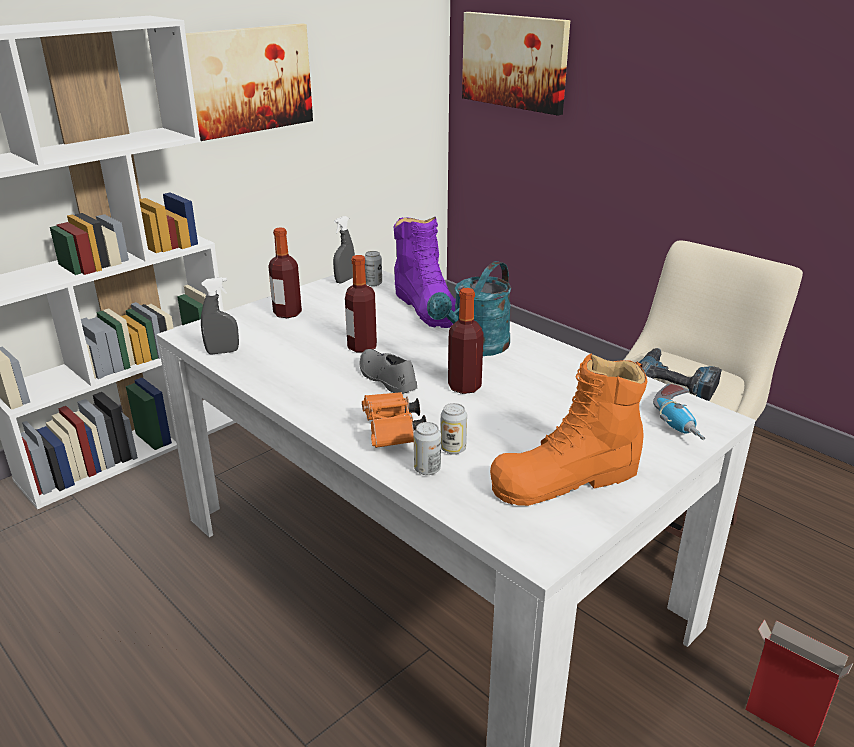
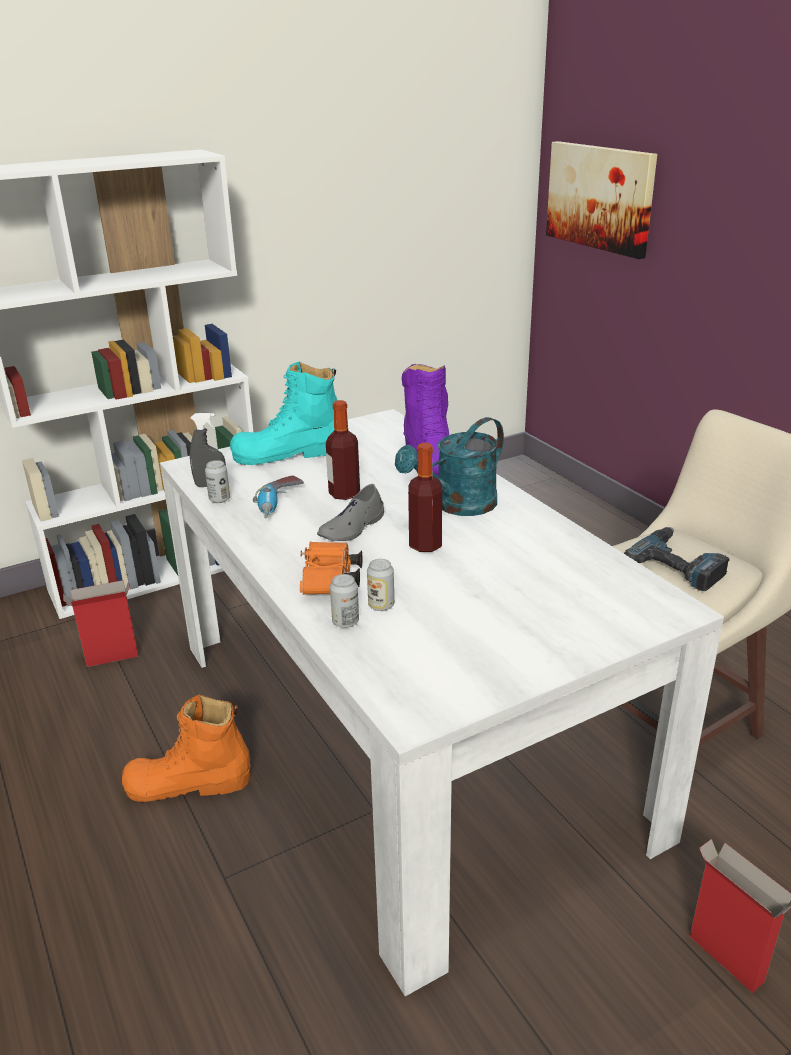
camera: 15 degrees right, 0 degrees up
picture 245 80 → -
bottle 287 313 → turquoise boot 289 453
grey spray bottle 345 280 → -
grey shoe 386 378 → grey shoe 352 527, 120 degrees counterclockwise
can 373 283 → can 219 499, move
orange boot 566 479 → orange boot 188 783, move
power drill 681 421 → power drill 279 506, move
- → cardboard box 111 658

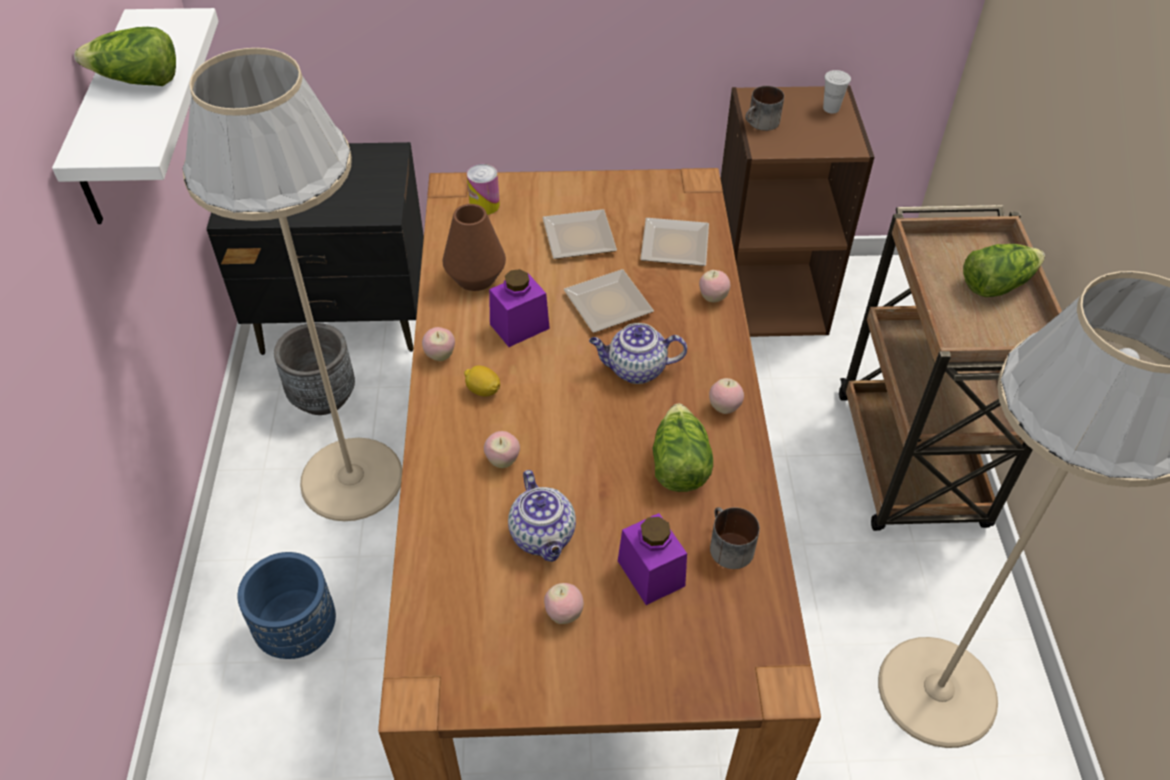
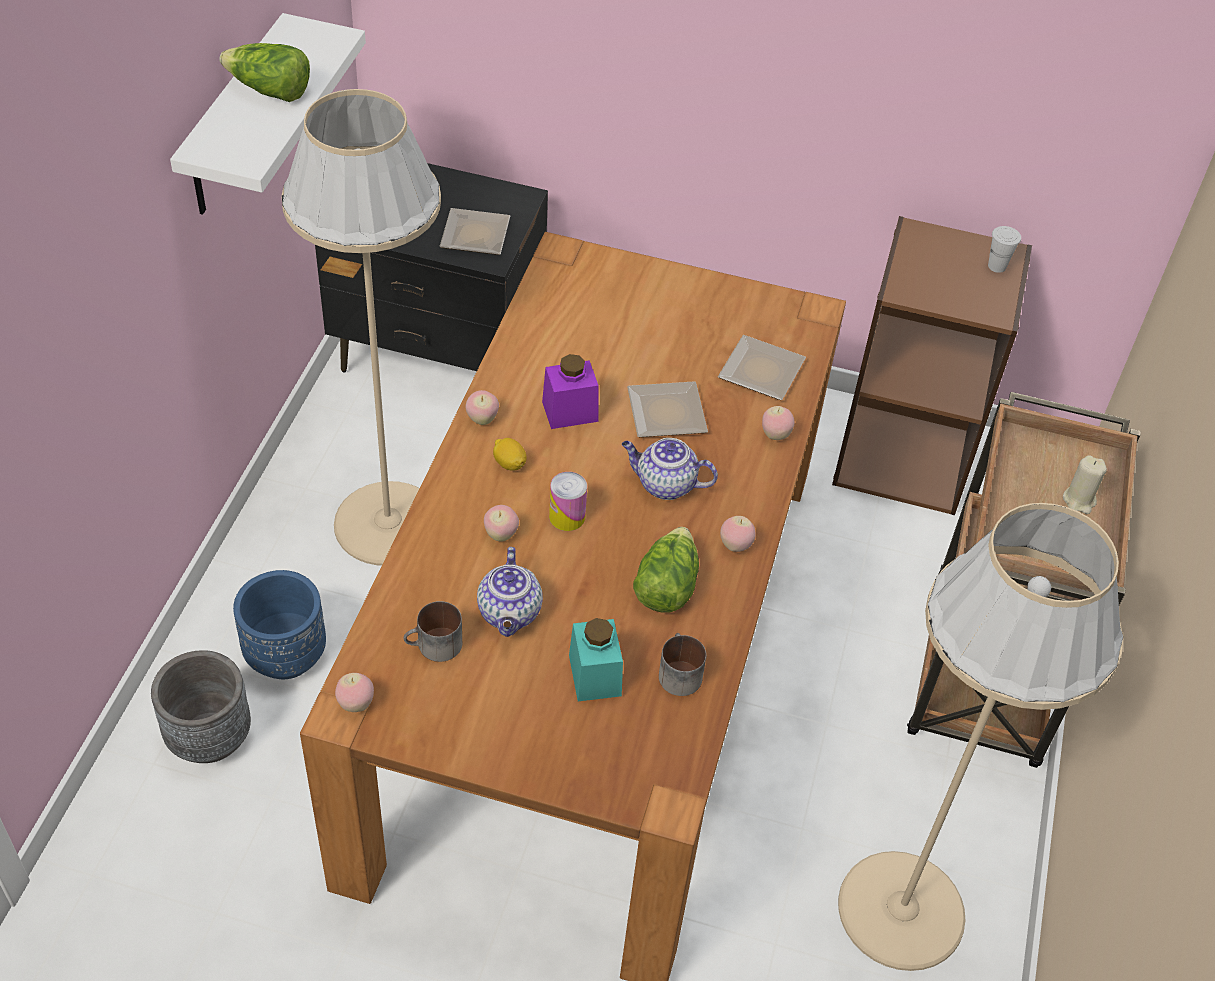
camera: 15 degrees right, 0 degrees up
grey planter 323 397 → grey planter 209 738, move
brown vase 476 277 → -
can 484 205 → can 567 517, move
plate 576 236 → plate 473 233, move
apple 564 614 → apple 356 704, move
purple jar 651 573 → turquoise jar 595 675
mug 761 123 → mug 434 647, move
lettuce 996 284 → beige candle 1079 500

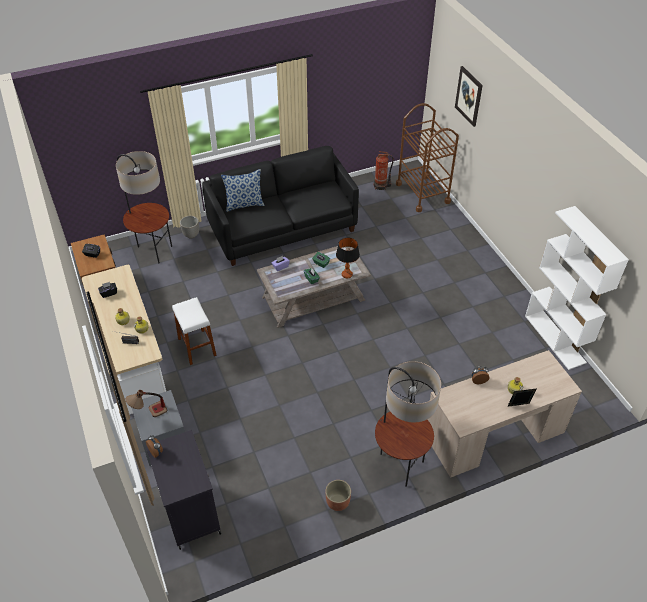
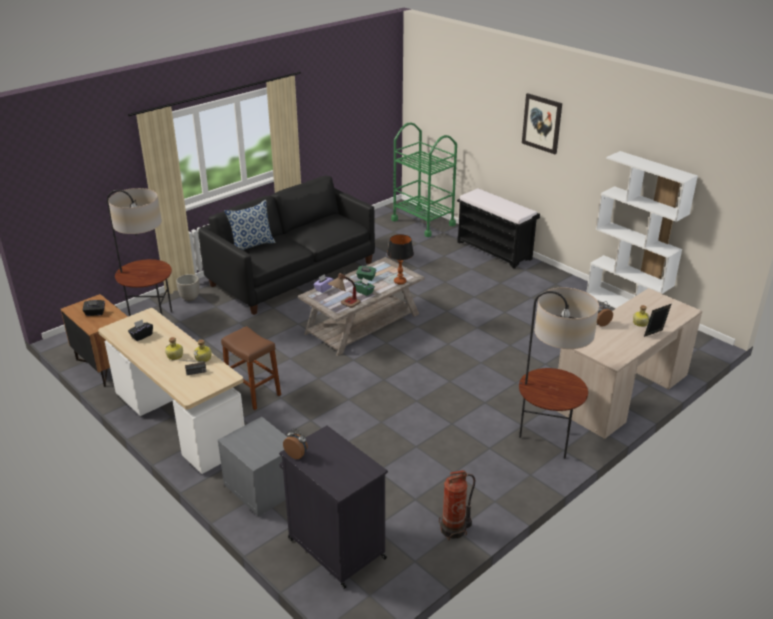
camera: 20 degrees left, 15 degrees down
table lamp 149 413 → table lamp 344 306, move
white stool 197 347 → brown stool 253 392
planter 337 502 → -
fire extinguisher 381 186 → fire extinguisher 454 529, move
brown cart 422 193 → green cart 423 222
picture 469 96 → picture 542 123, move
- → black bench 495 250

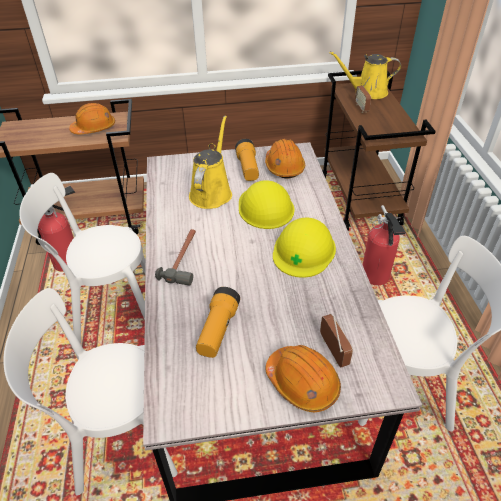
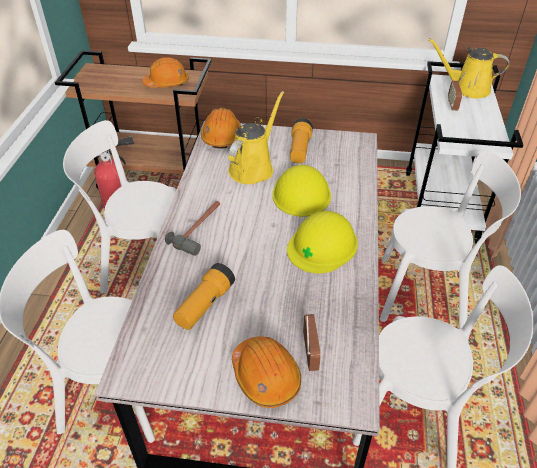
camera: 15 degrees right, 0 degrees up
orange hard hat 284 167 → orange hard hat 222 136, move
brown cart 360 200 → white cart 440 207
fire extinguisher 375 278 → white chair 427 295

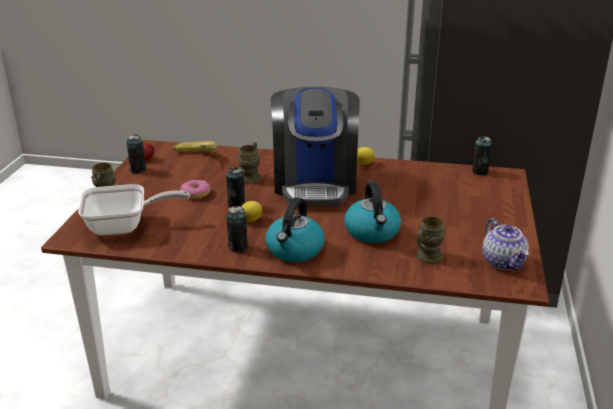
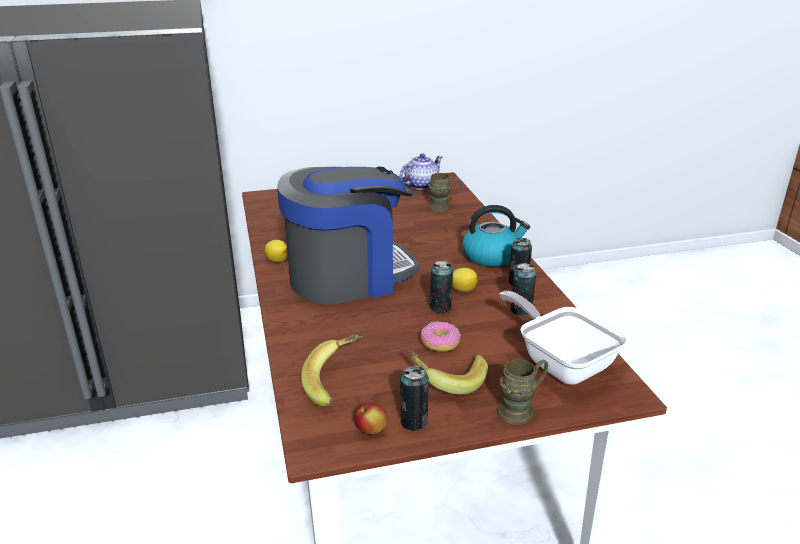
camera: 115 degrees left, 0 degrees up
brown mug 251 176 → -
kettle 372 232 → -
can 479 172 → can 521 310, move
- → banana 447 380

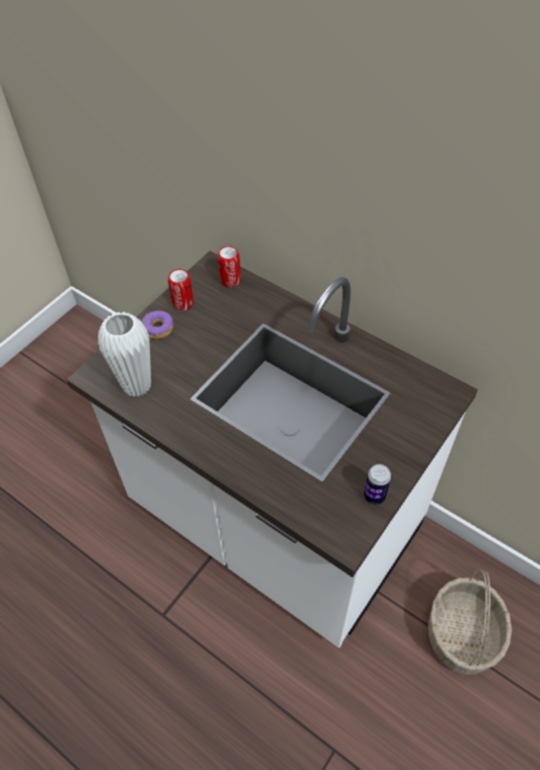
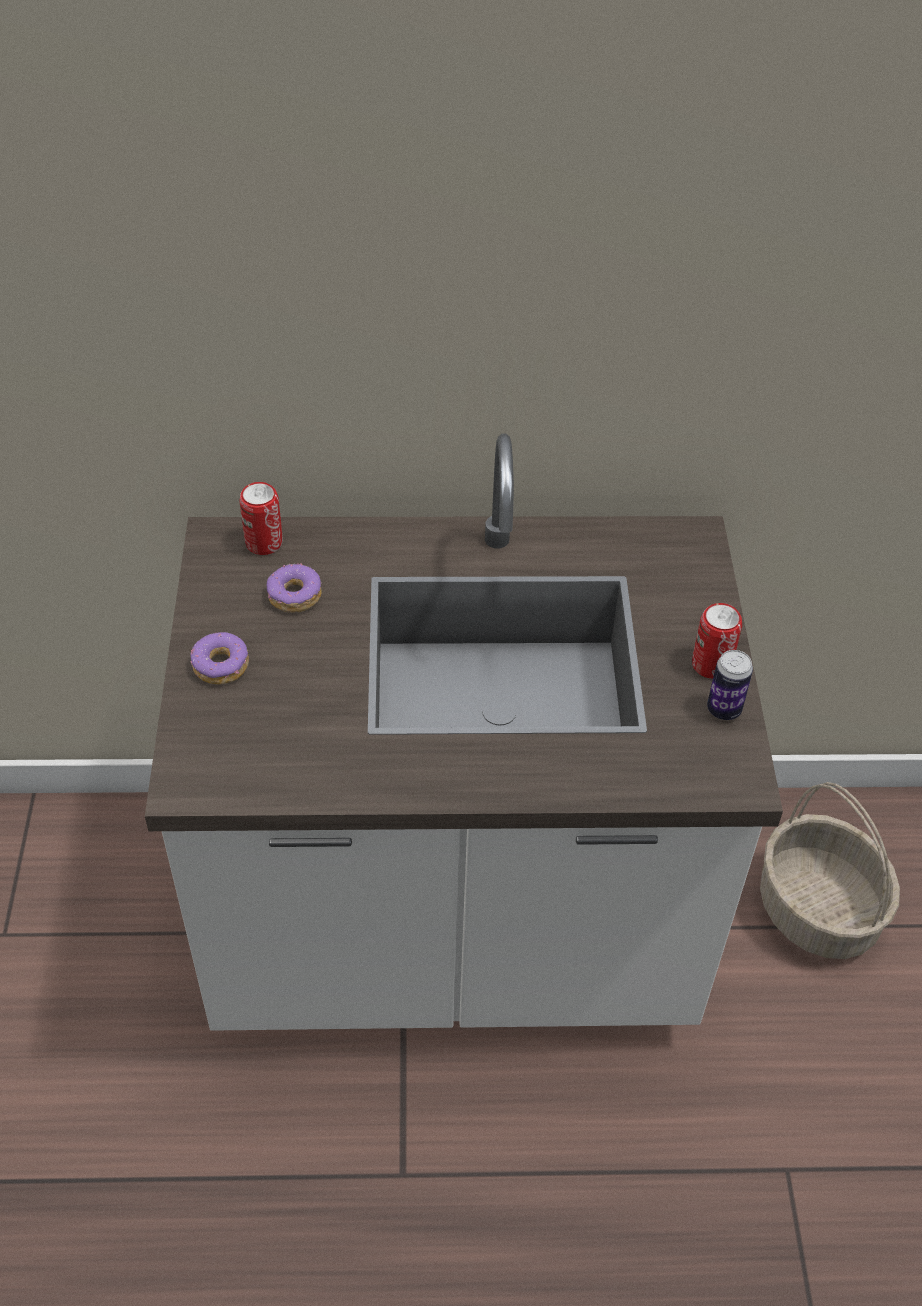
camera: 40 degrees left, 5 degrees down
white vase 137 385 → -
can 183 303 → can 711 664, move
- → donut 294 596

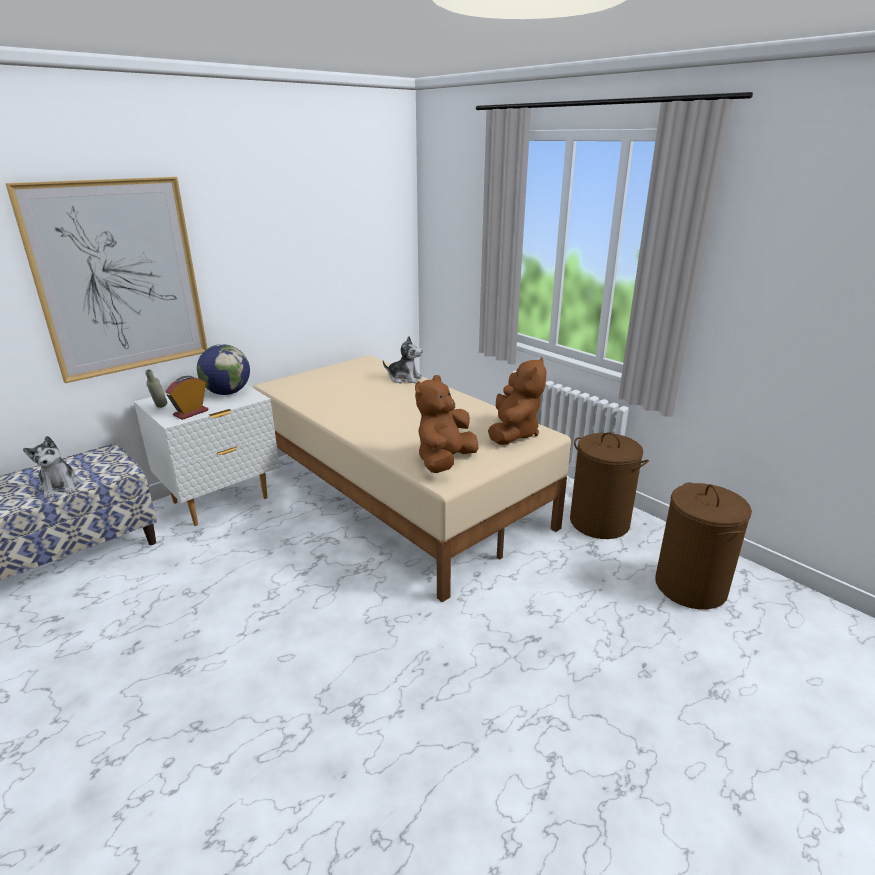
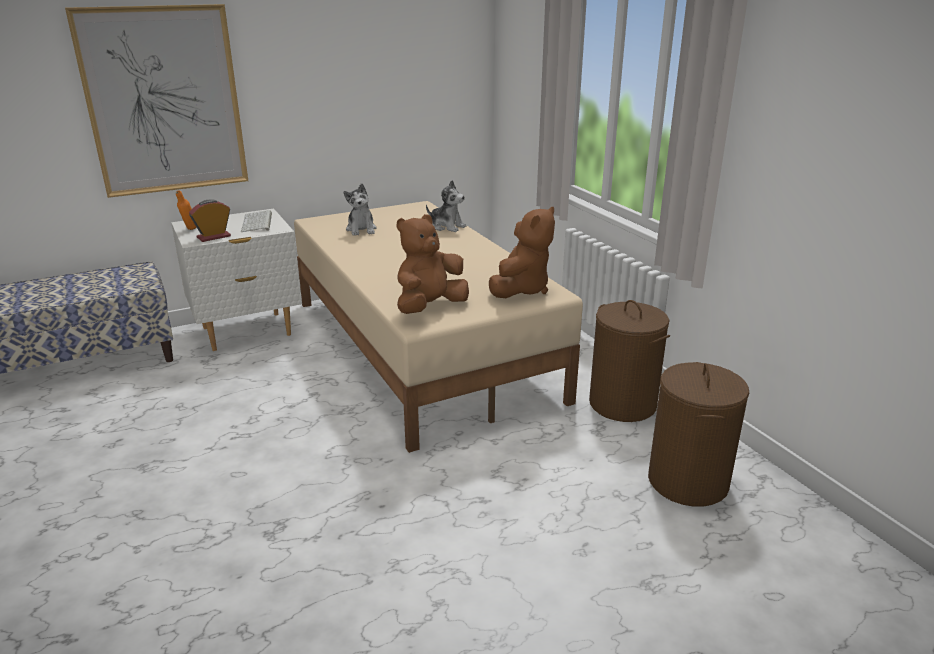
camera: 15 degrees right, 0 degrees up
plush toy 60 486 → plush toy 361 229, move
grey bottle 160 408 → orange bottle 189 230
globe 227 393 → keyboard 258 222

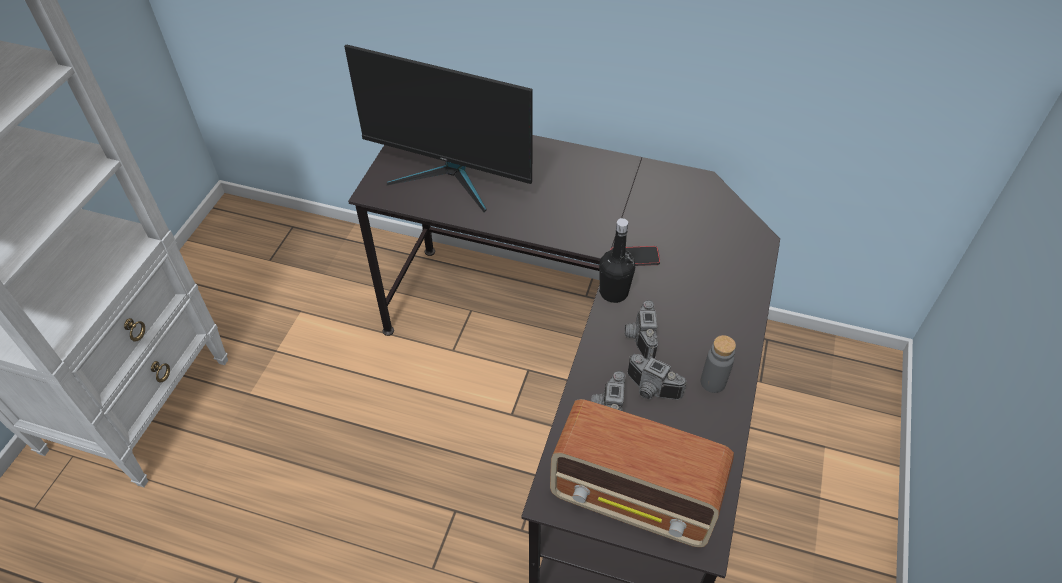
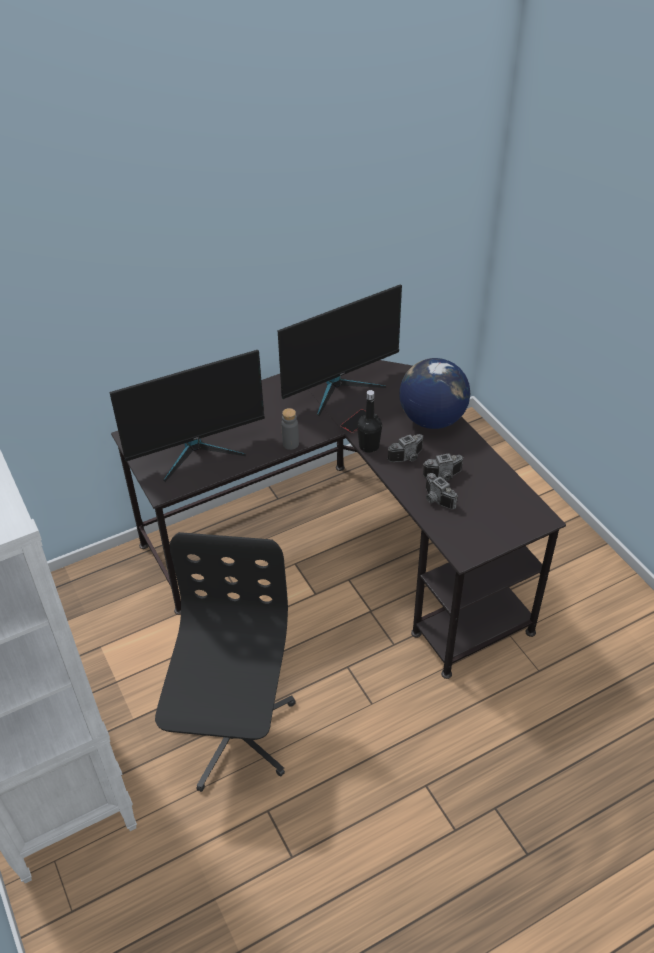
camera: 45 degrees left, 5 degrees down
radio 635 498 → -
photo camera 638 338 → photo camera 408 458, 75 degrees counterclockwise
grey bottle 713 382 → grey bottle 290 444, move
- → black office chair 232 733
- → monitor 340 387
- → globe 432 419

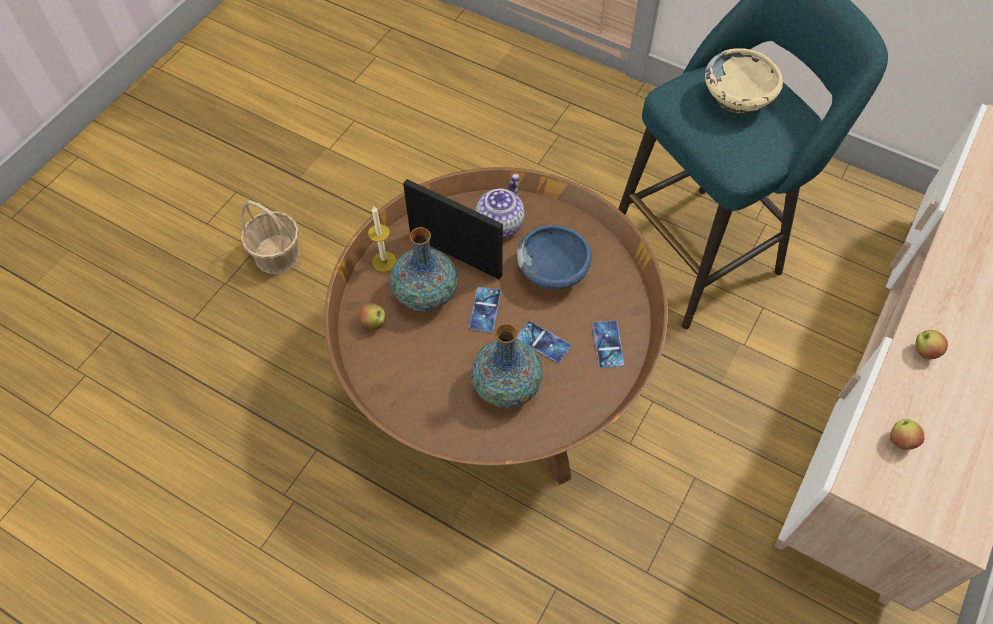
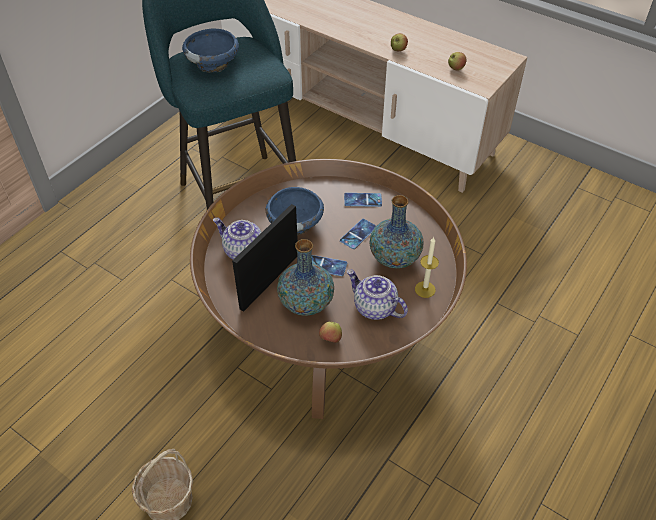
camera: 85 degrees left, 10 degrees down
candle 384 261 → candle 425 289, move
beige bowl 737 98 → blue bowl 213 64
- → teapot 374 308

